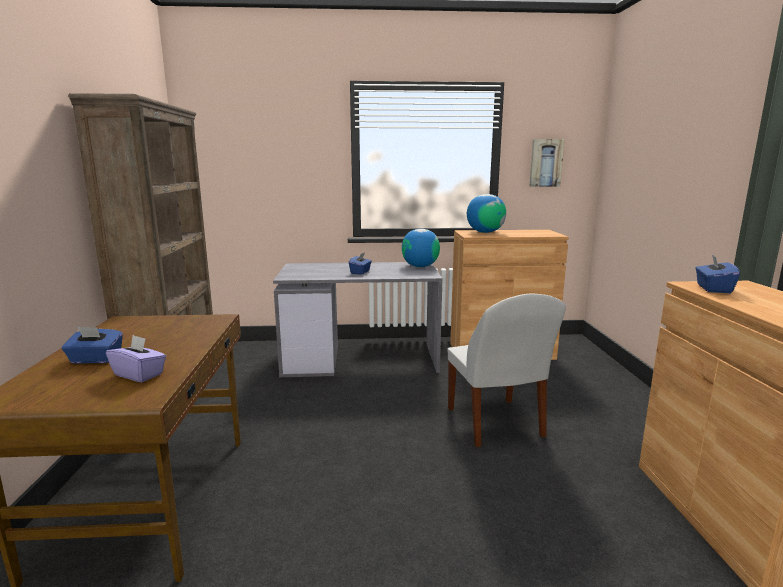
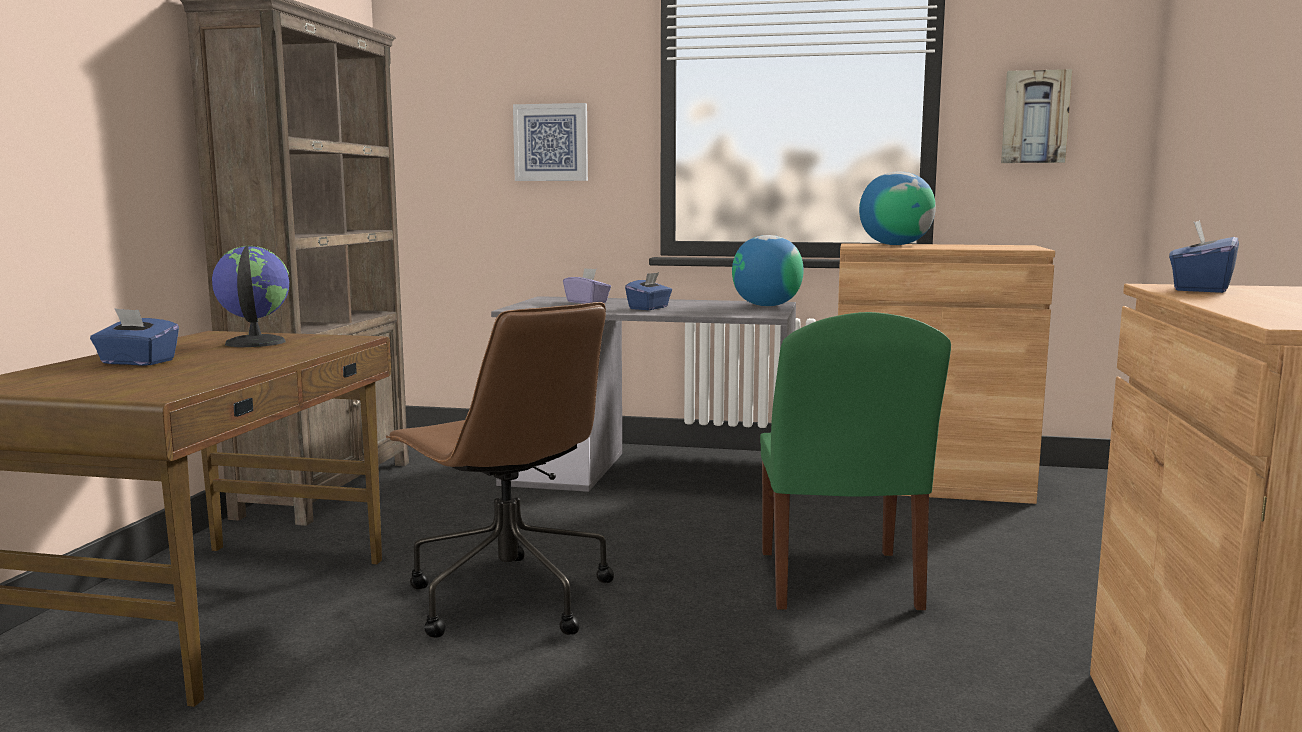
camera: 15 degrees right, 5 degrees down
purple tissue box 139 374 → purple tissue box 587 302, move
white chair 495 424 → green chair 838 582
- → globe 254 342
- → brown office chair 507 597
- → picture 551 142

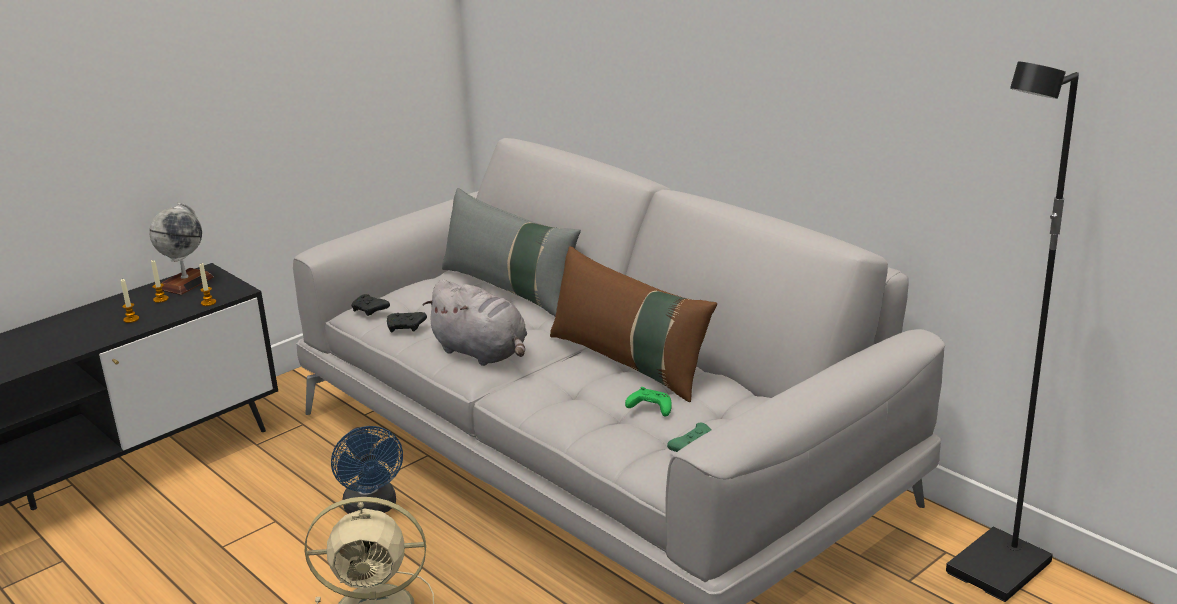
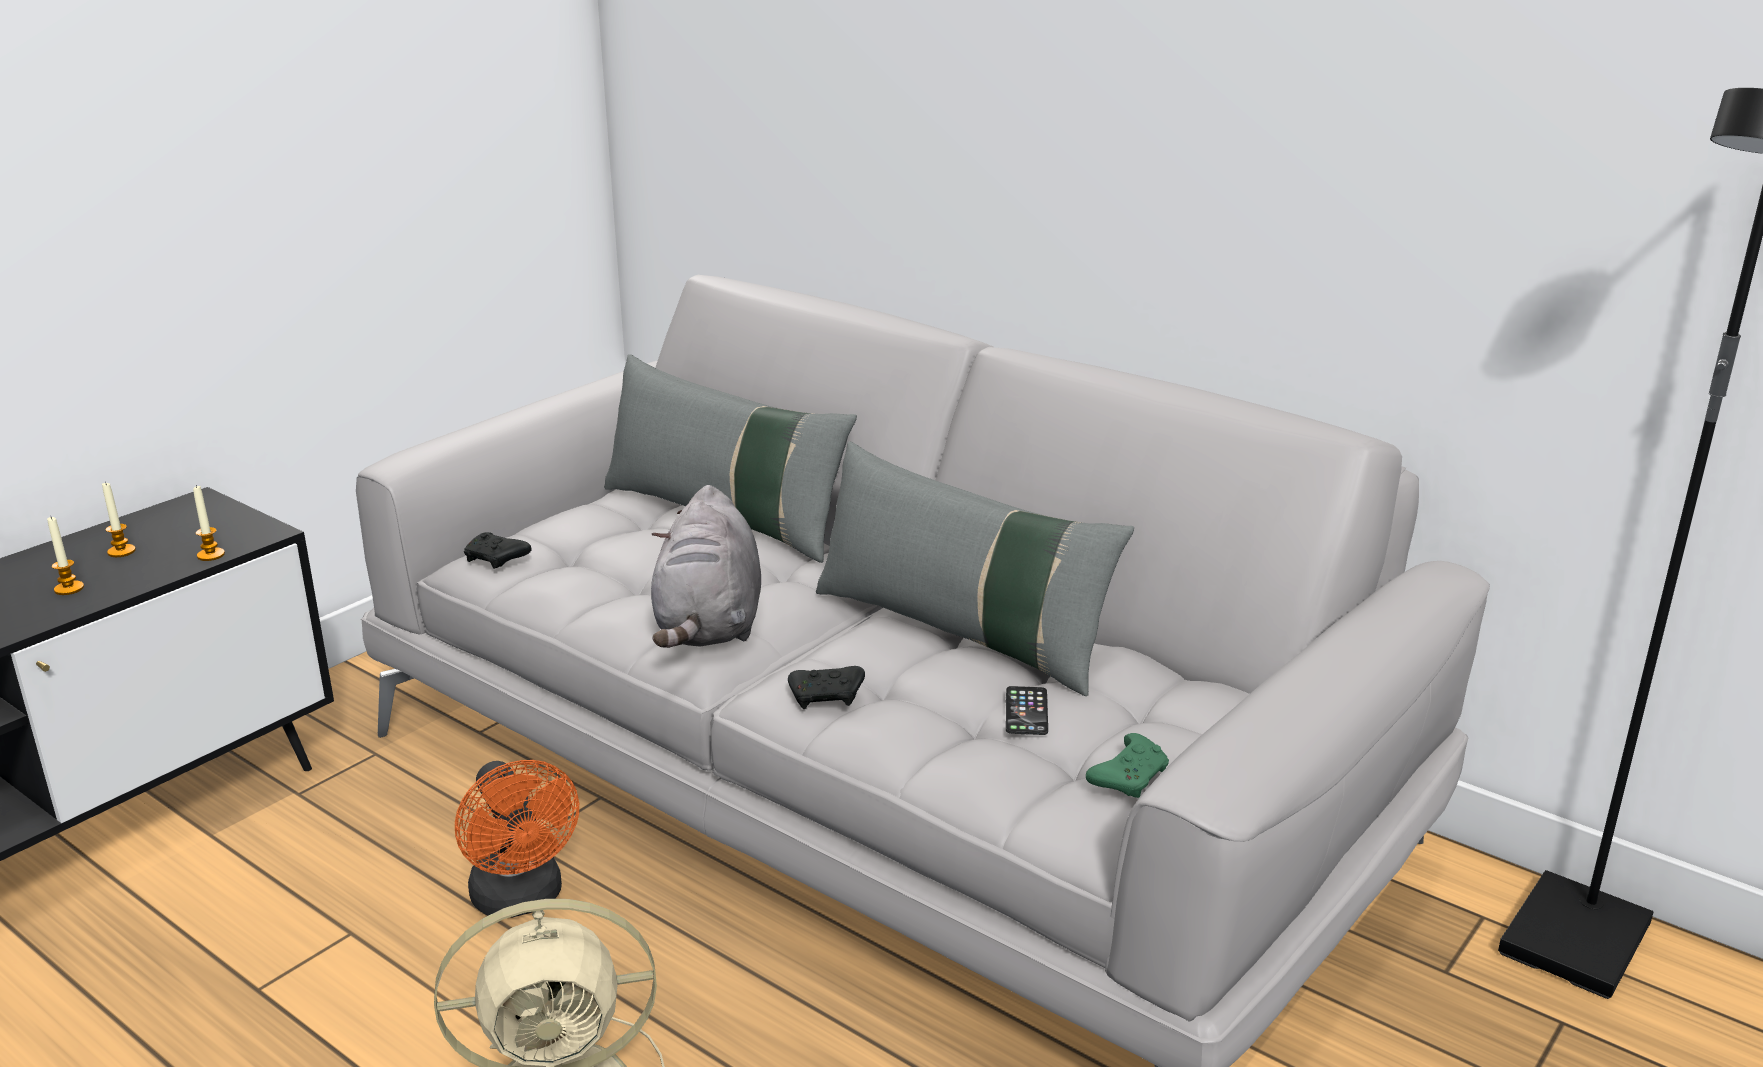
camera: 10 degrees left, 0 degrees up
globe 186 283 → -
blue fan 372 508 → orange fan 522 899
black game controller 406 327 → black game controller 827 697, move
grey plush toy 483 353 → grey plush toy 709 625, 60 degrees clockwise
brown pillow 629 363 → grey pillow 962 633
green game controller 649 409 → phone 1026 711

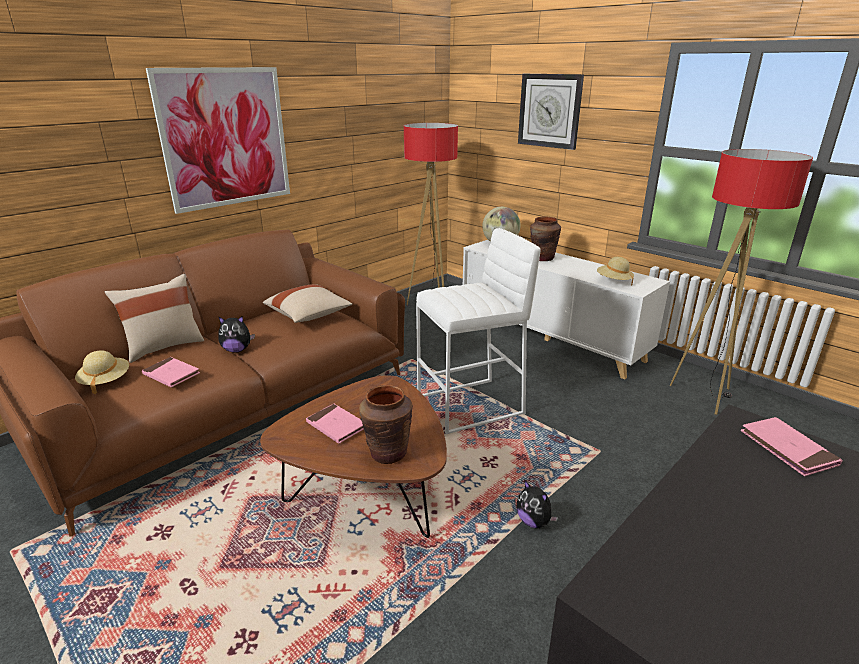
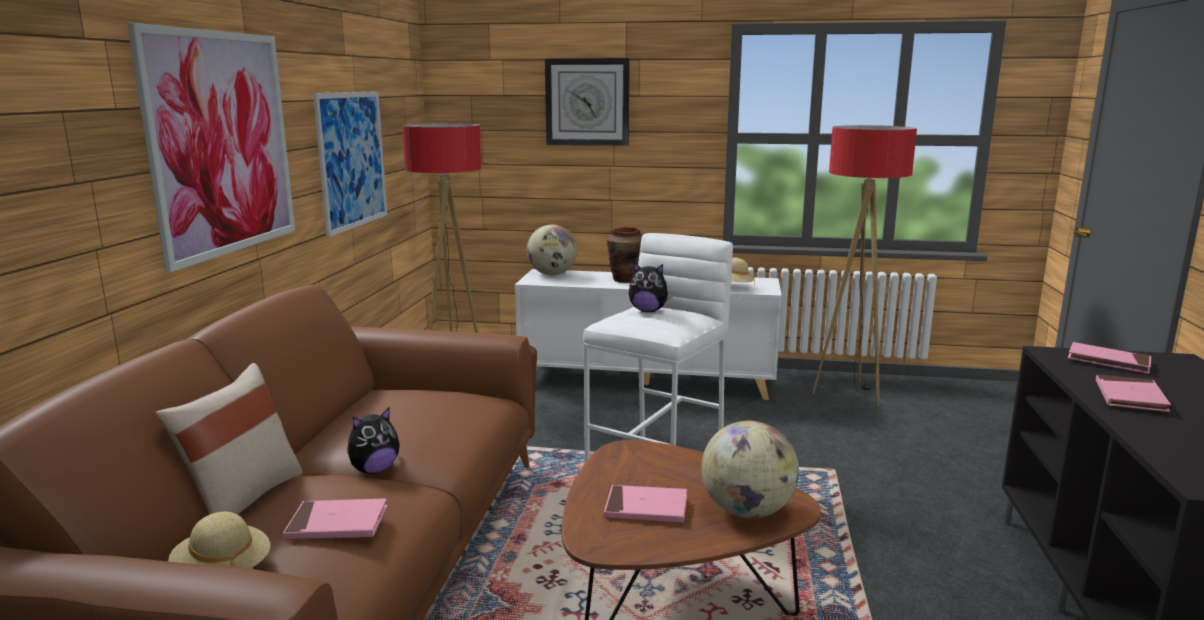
camera: 35 degrees left, 10 degrees down
beige pillow 309 315 → -
brown vase 388 453 → globe 747 511
plush toy 534 521 → plush toy 648 311, move
- → picture 352 160
- → pink book 1130 397

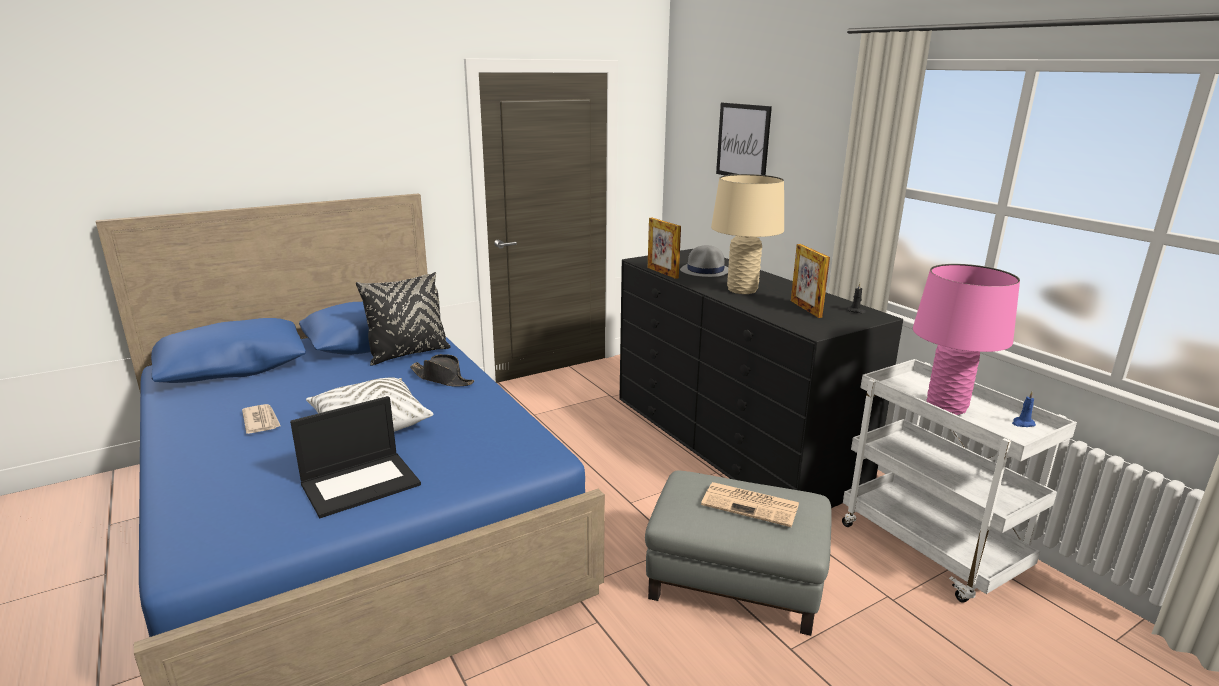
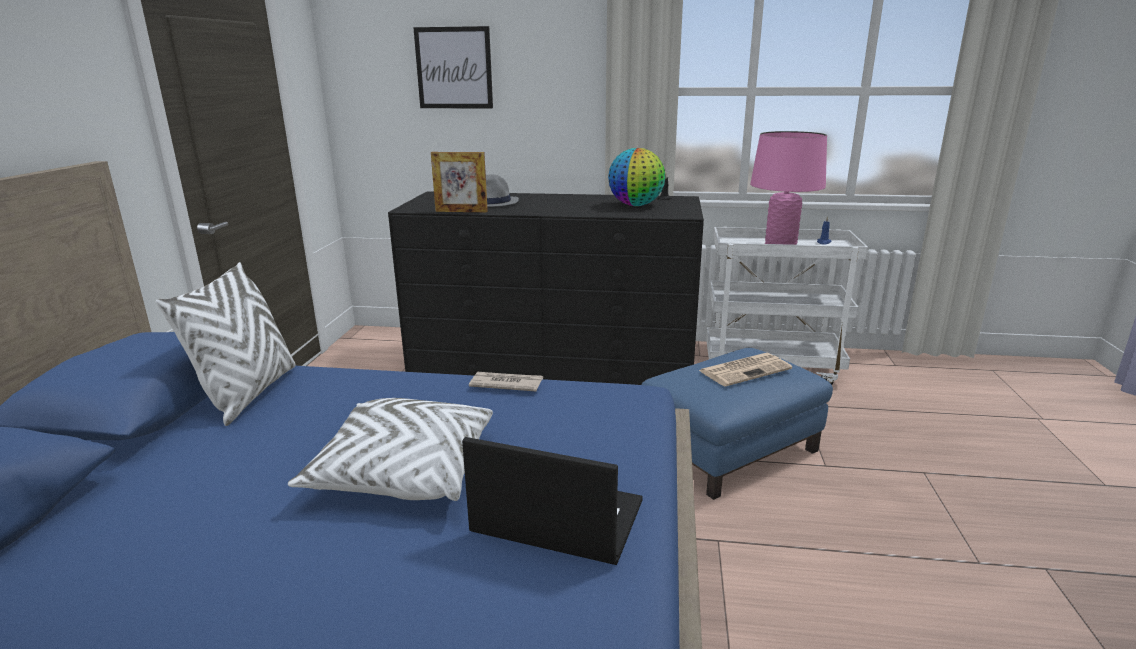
camera: 50 degrees left, 0 degrees up
newspaper 261 421 → newspaper 506 384, move
laptop 361 483 → laptop 555 518, 75 degrees counterclockwise
black pillow 408 354 → white pillow 248 394
black hat 442 379 → -
grey ottoman 735 579 → blue ottoman 729 449
beige table lamp 742 290 → -
picture frame 805 309 → globe 636 205

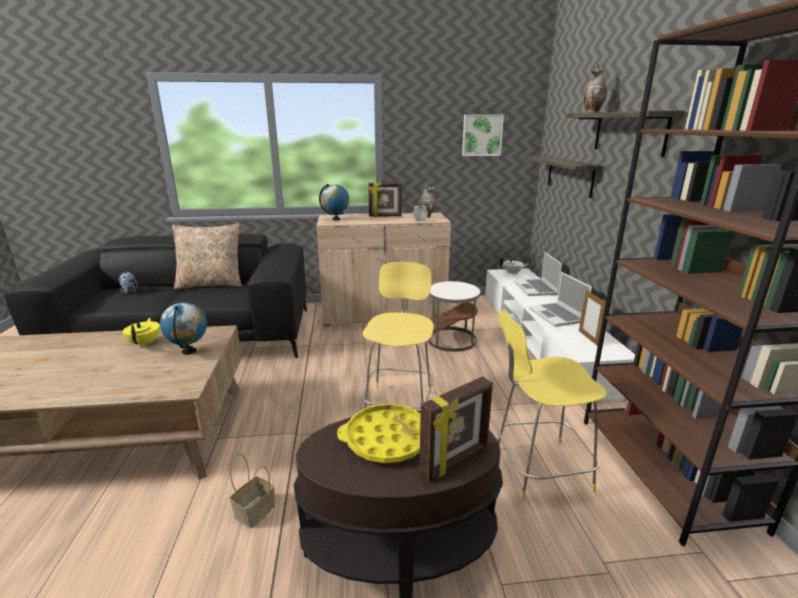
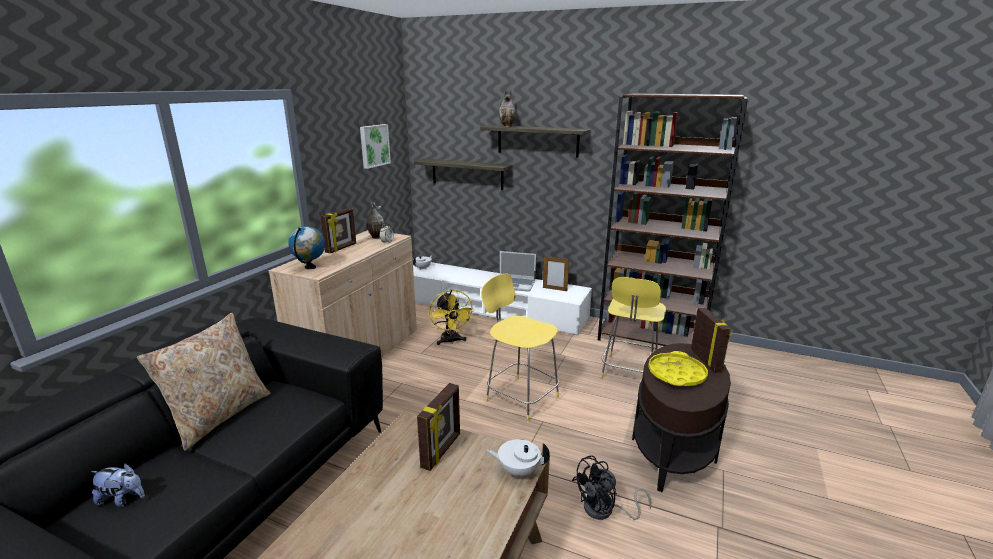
camera: 60 degrees left, 0 degrees up
yellow teapot 145 343 → -
globe 189 351 → picture frame 442 451
basket 254 512 → black fan 605 510
white side table 452 340 → yellow fan 451 341
laptop 536 289 → -
- → white teapot 518 470

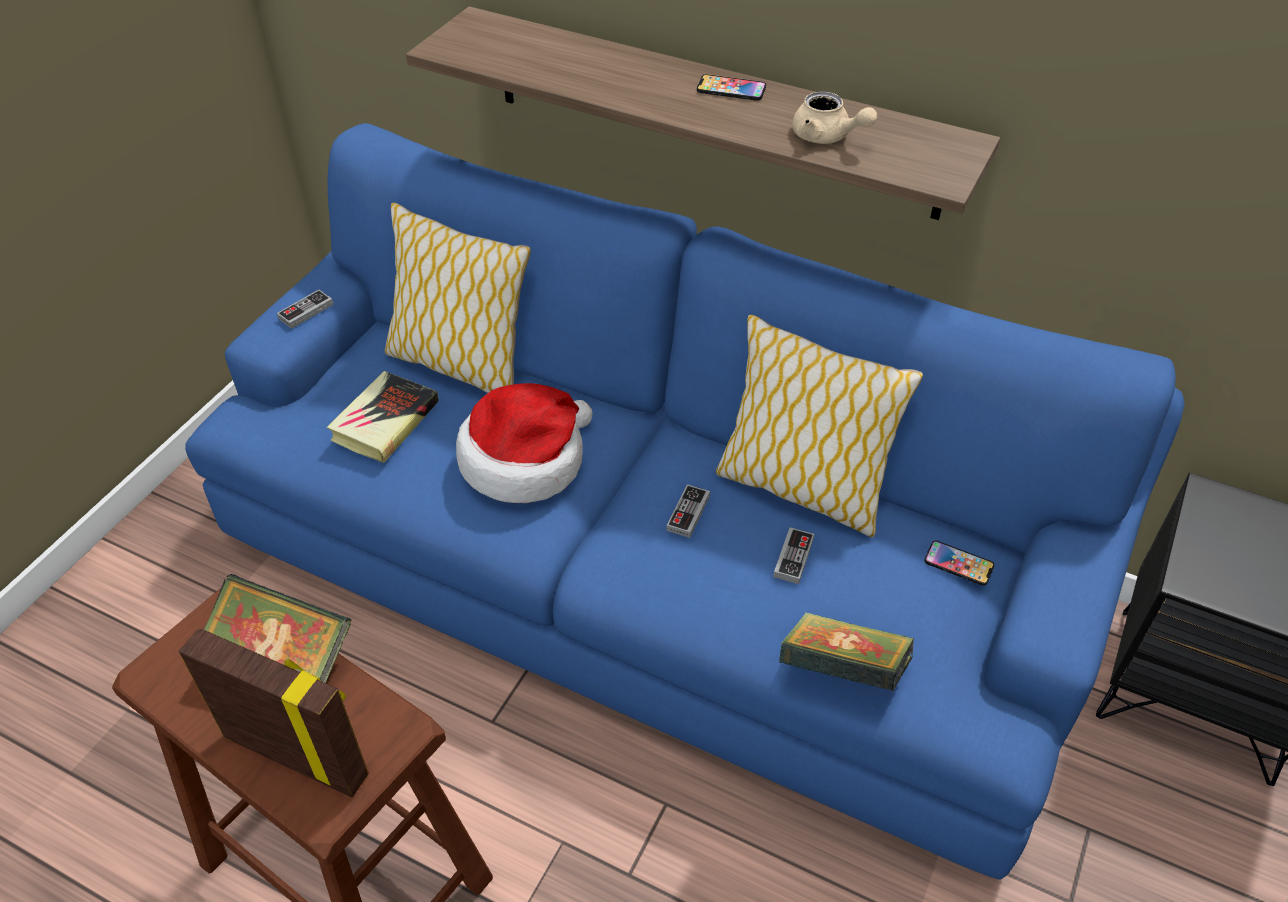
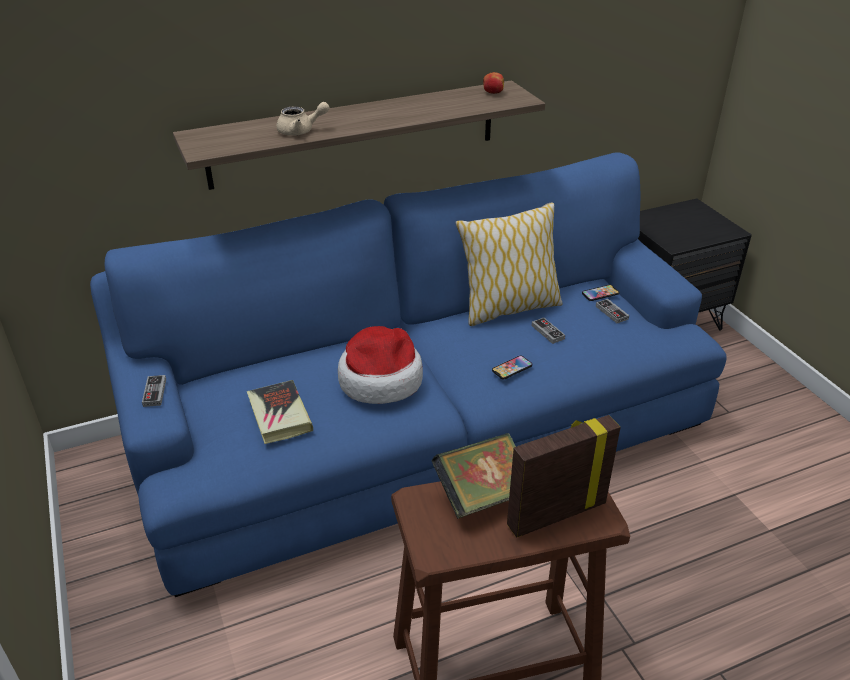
camera: 50 degrees left, 10 degrees down
pillow 460 364 → -
game controller 688 513 → game controller 611 312, move
phone 731 89 → phone 512 368, move
book 842 672 → -
beige teapot 827 137 → beige teapot 301 131, move
- → apple 492 93

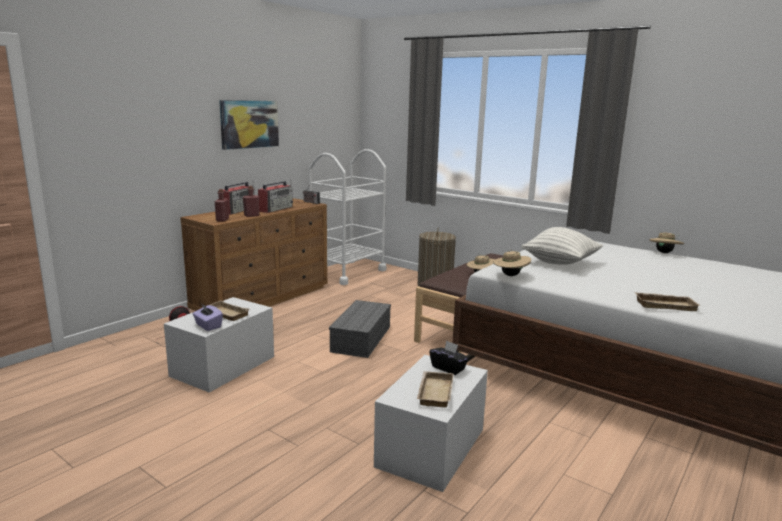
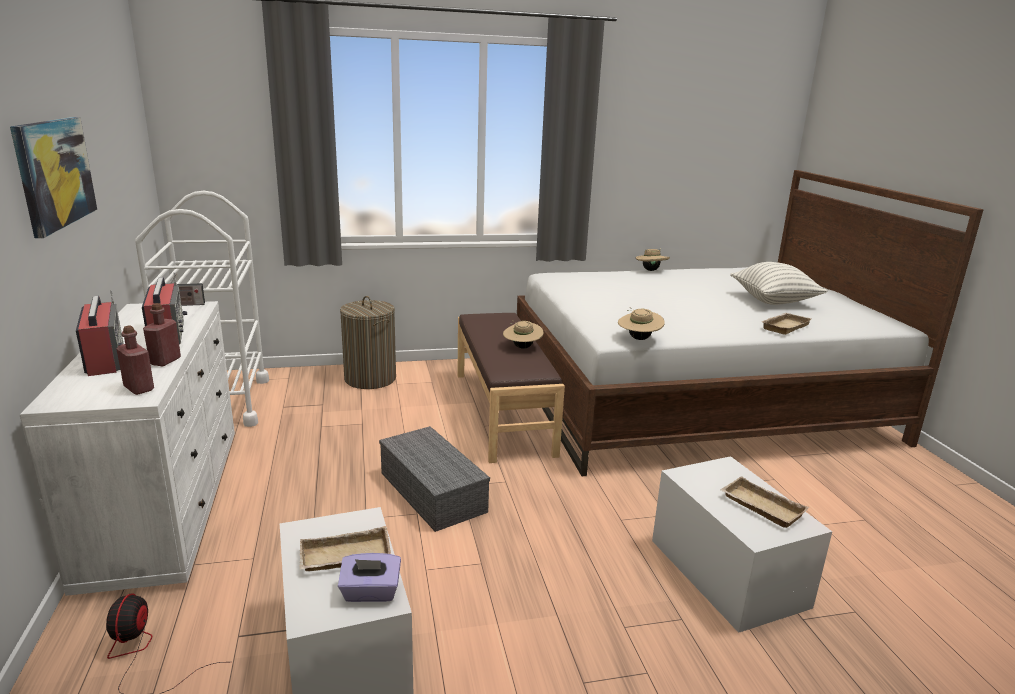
camera: 50 degrees left, 5 degrees up
brown dresser 263 298 → white dresser 167 504
black tissue box 448 368 → -
pillow 560 263 → pillow 773 301, move

